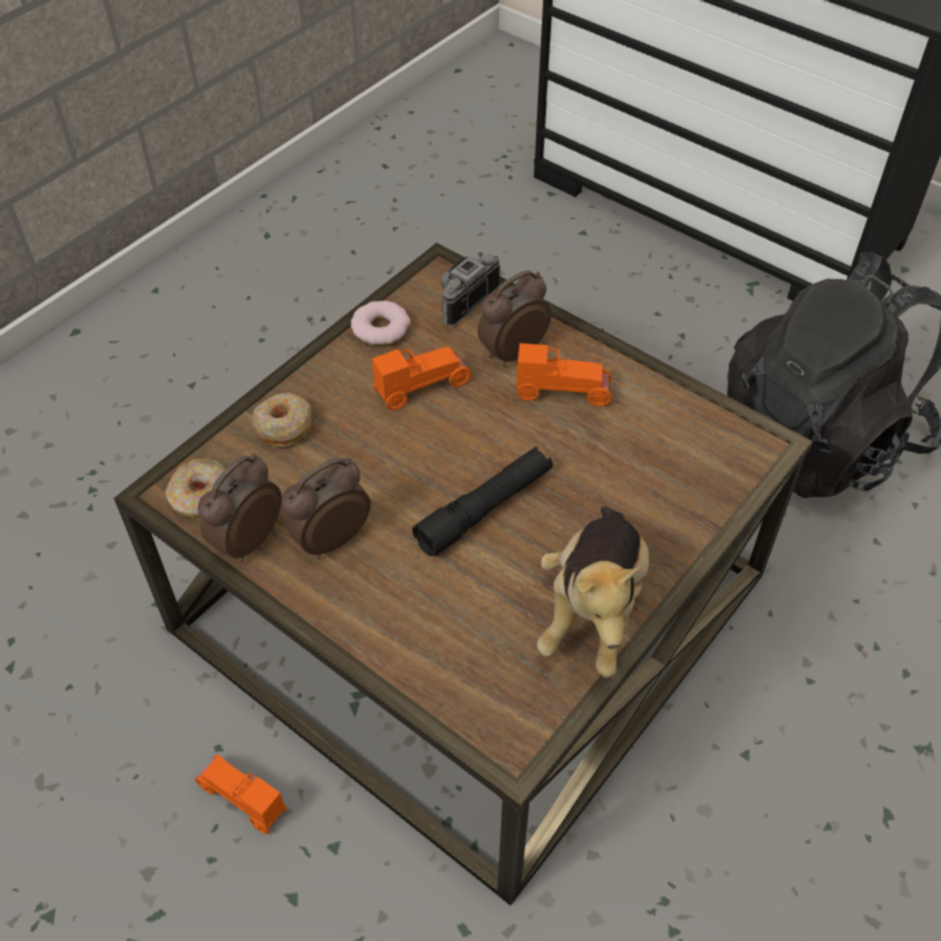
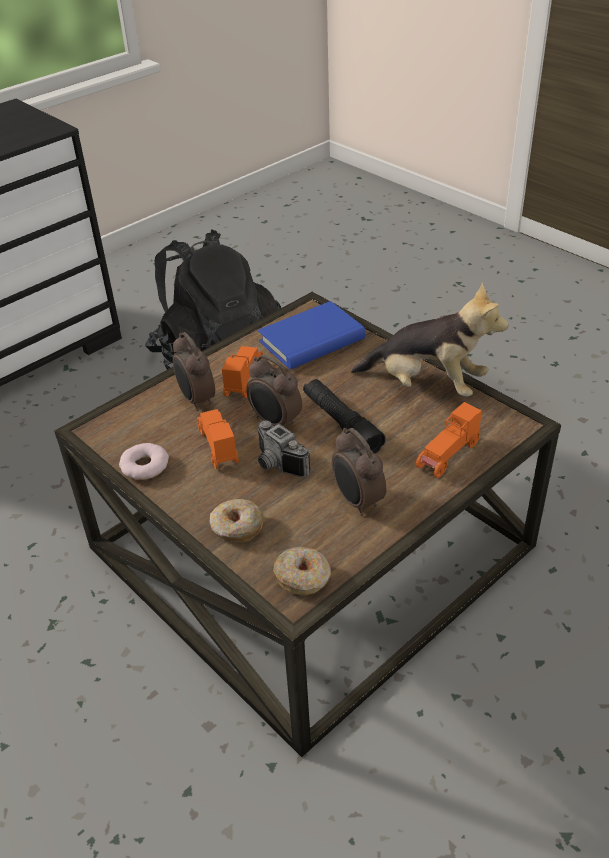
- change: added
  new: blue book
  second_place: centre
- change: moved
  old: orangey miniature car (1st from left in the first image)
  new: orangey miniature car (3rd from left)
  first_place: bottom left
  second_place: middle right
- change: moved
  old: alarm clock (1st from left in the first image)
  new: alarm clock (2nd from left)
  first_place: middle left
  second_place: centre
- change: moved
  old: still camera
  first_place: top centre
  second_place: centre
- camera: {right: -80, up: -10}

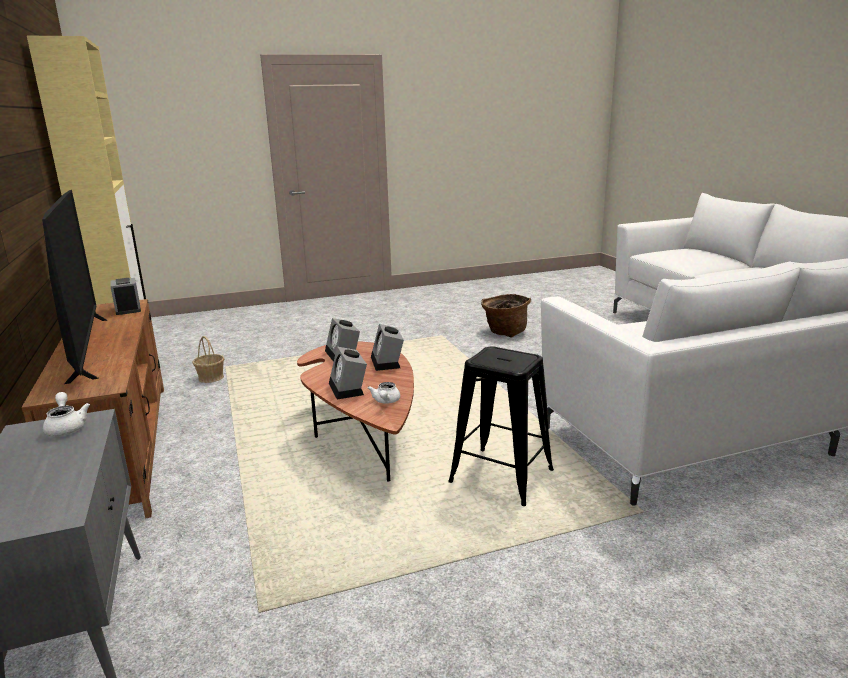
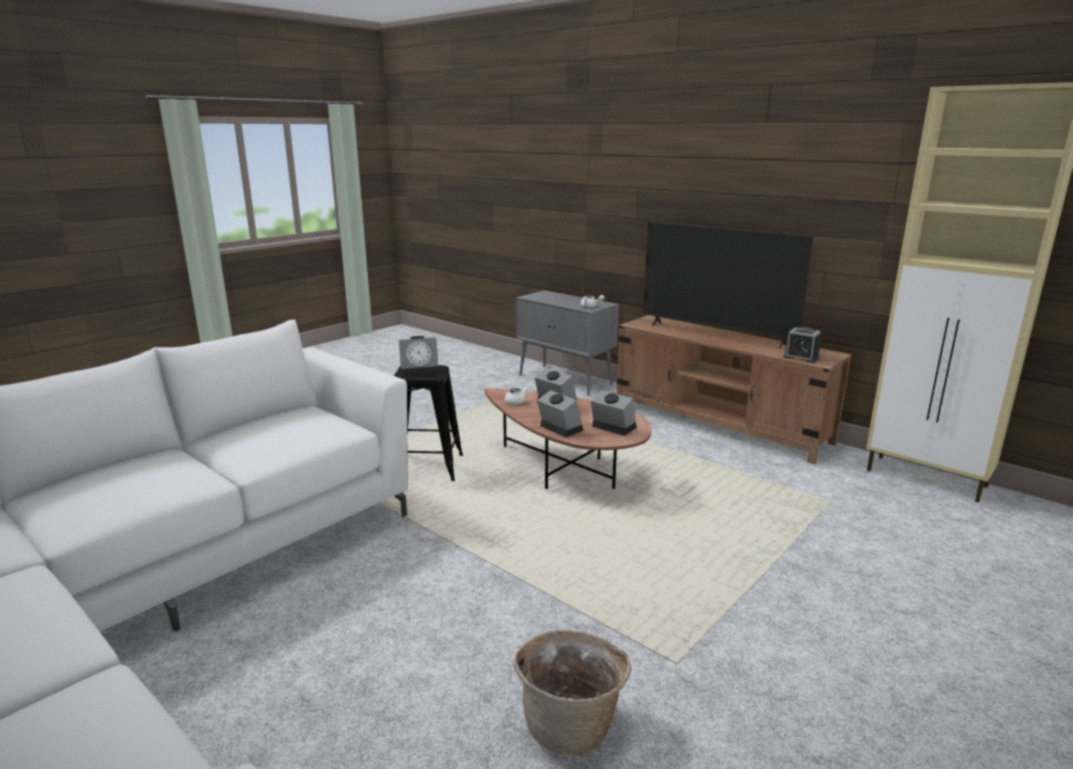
- change: removed
  old: household basket (1st from left)
  first_place: middle left
- change: added
  new: alarm clock (1st from left)
  second_place: centre
- camera: {right: 150, up: 0}

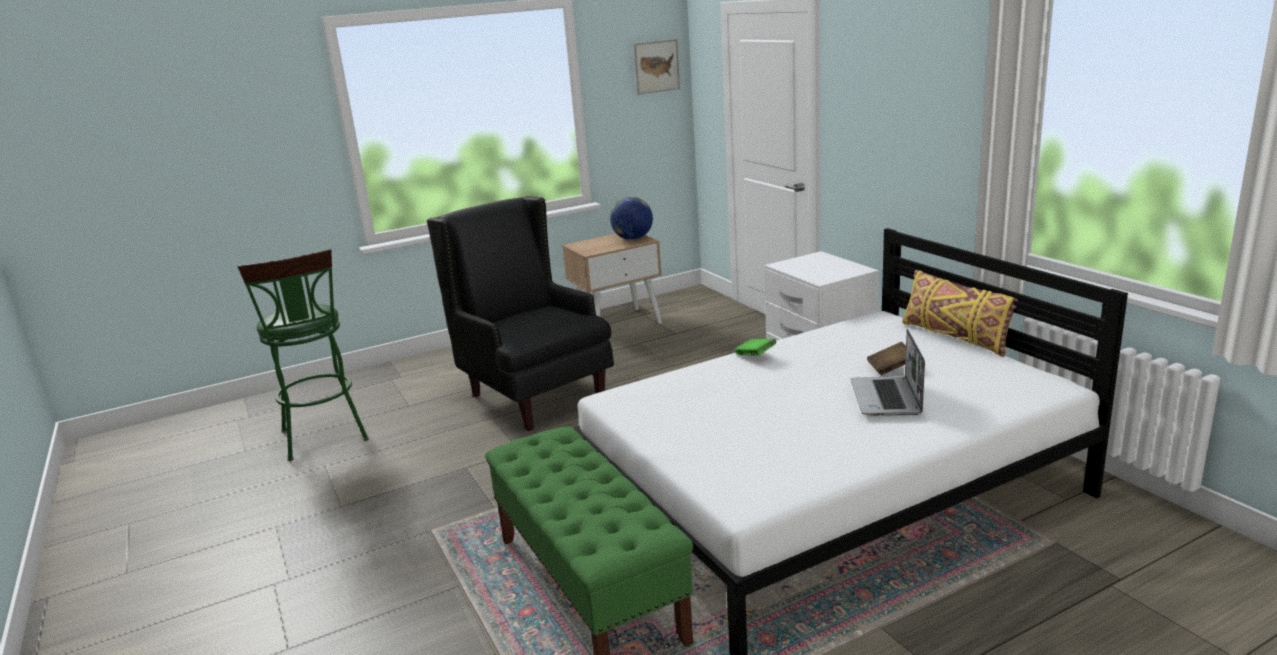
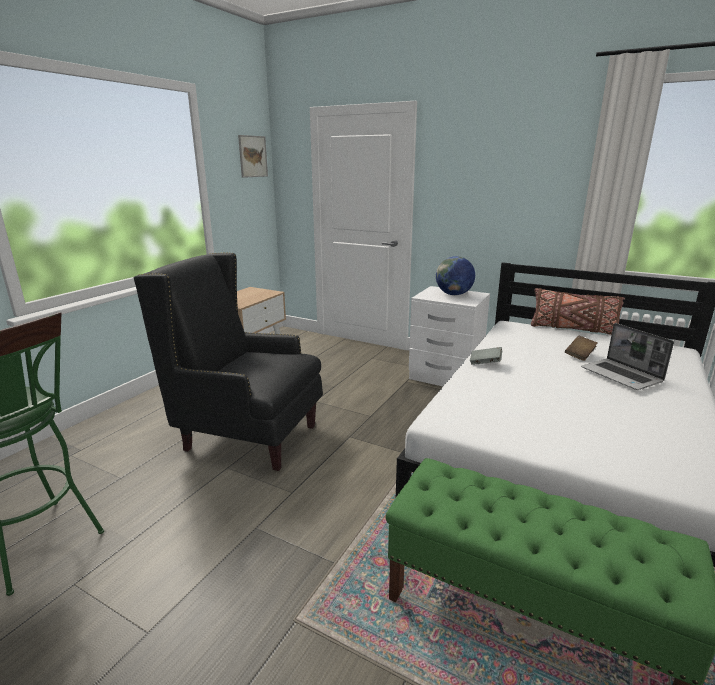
- change: moved
  old: desk globe
  first_place: top centre
  second_place: centre
- change: recoloured
  old: greenish book
  new: grey book
  first_place: centre
  second_place: middle right
- change: recoloured
  old: yellow-coloured throw pillow
  new: brown throw pillow
  first_place: middle right
  second_place: middle right
- camera: {right: -35, up: 0}

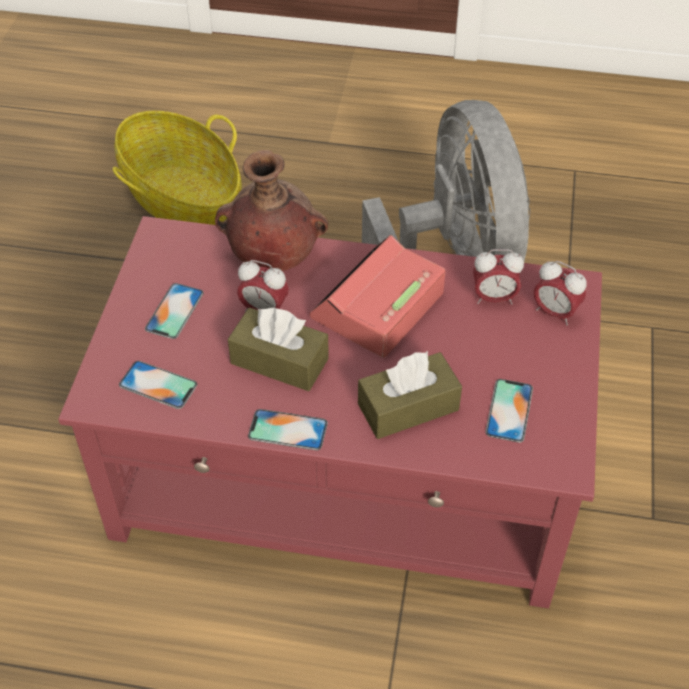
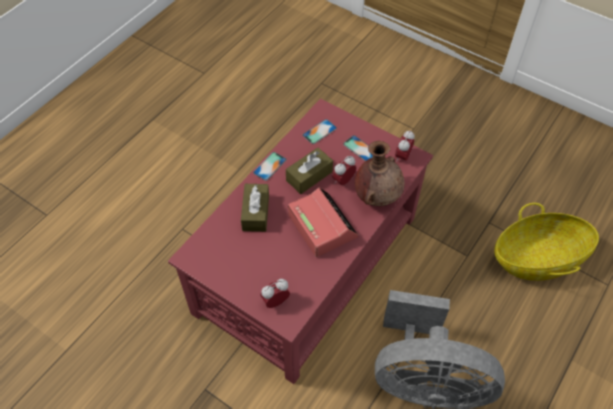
- change: removed
  old: phone (4th from left)
  first_place: middle right
- change: moved
  old: alarm clock (3rd from left in the first image)
  new: alarm clock (4th from left)
  first_place: middle right
  second_place: centre
- camera: {right: 115, up: 5}

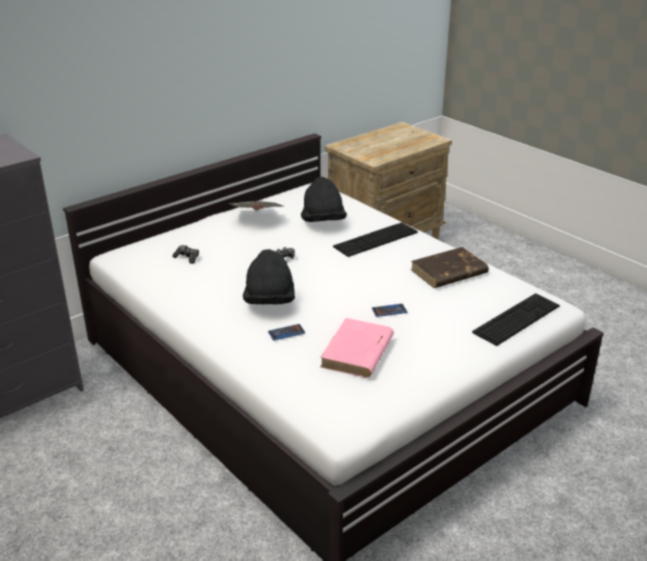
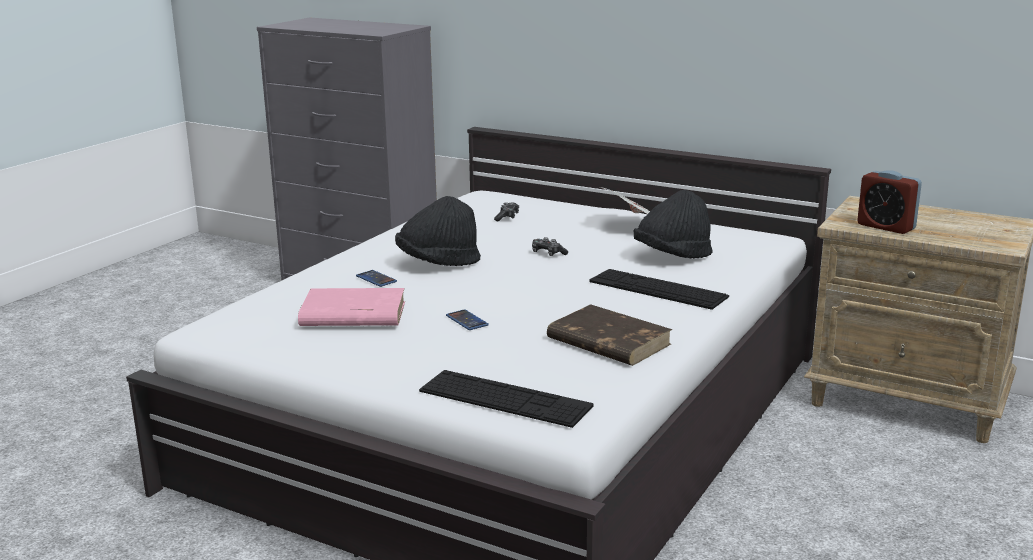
- change: added
  new: alarm clock
  second_place: middle right
- camera: {right: 70, up: -10}

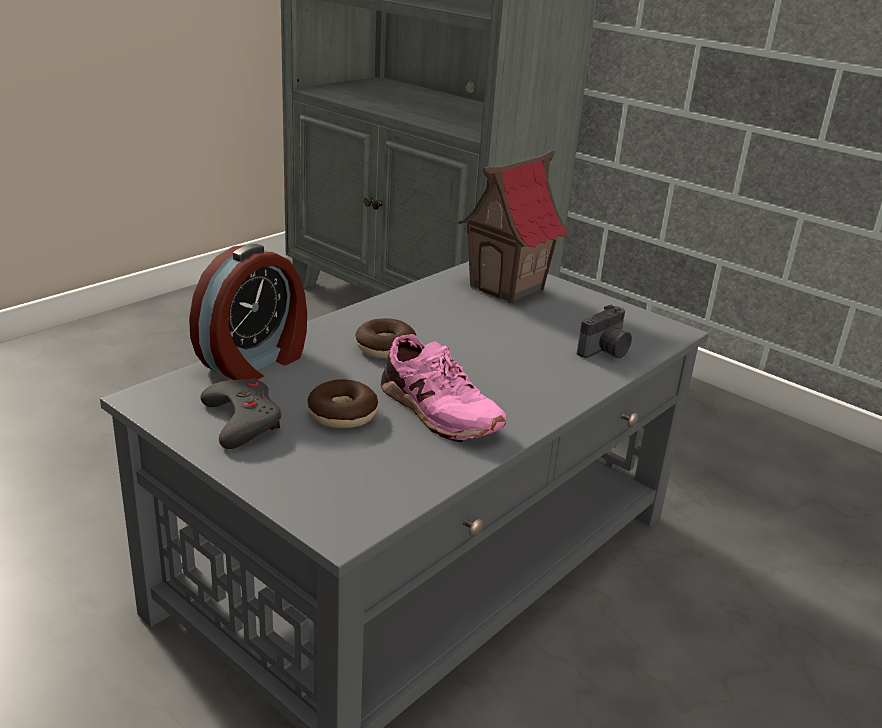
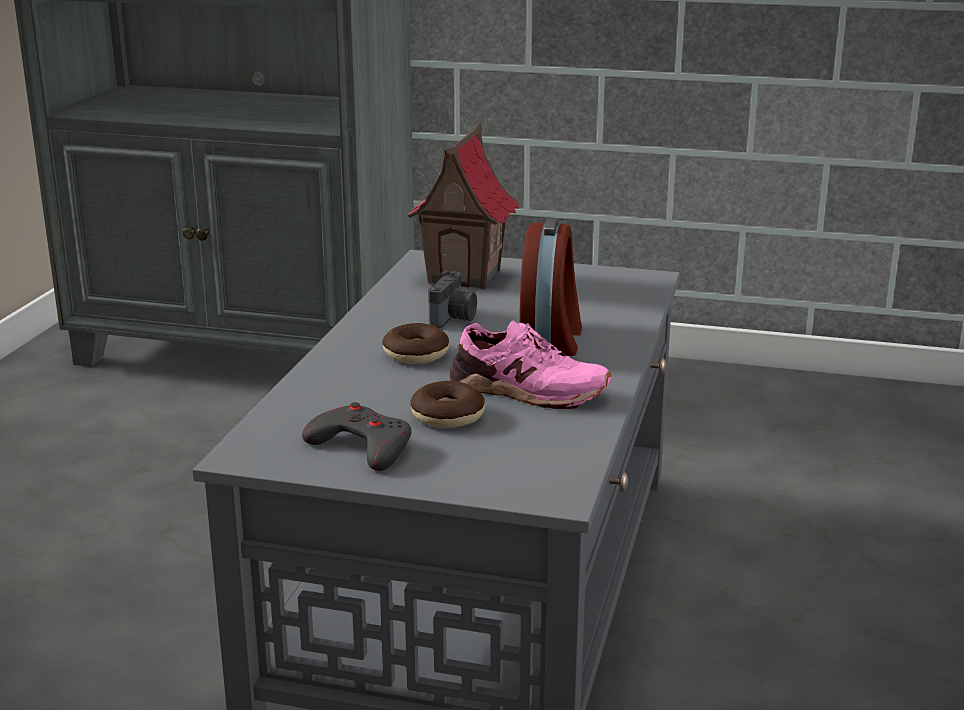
- change: moved
  old: alarm clock
  first_place: middle left
  second_place: centre
- change: moved
  old: still camera
  first_place: middle right
  second_place: centre
- camera: {right: -25, up: -5}

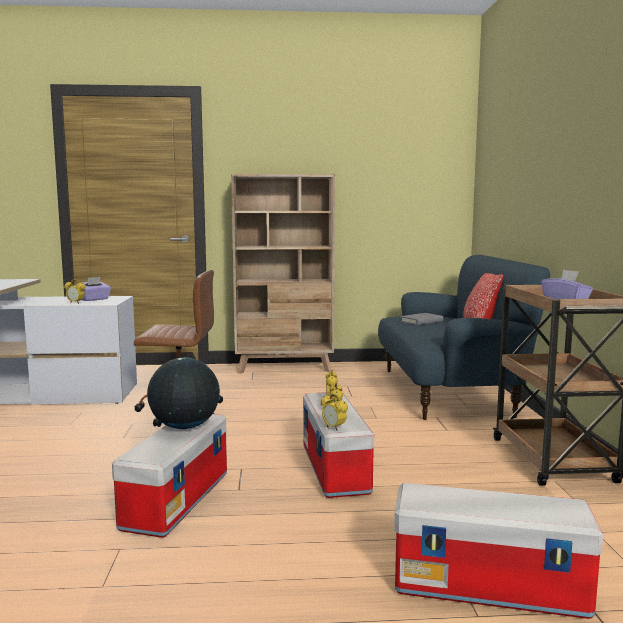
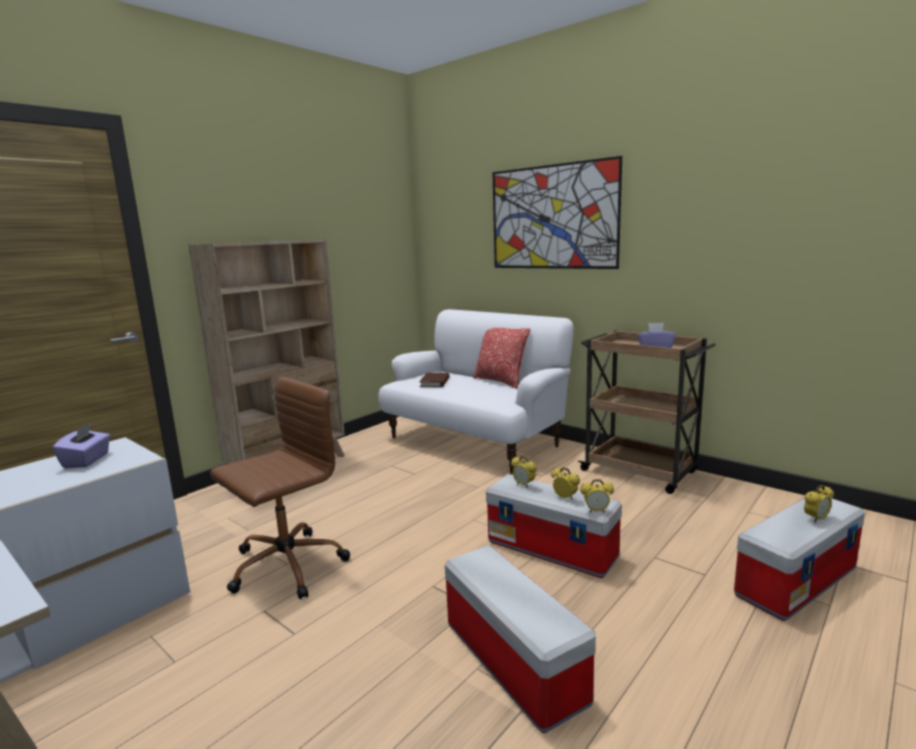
- change: removed
  old: desk globe
  first_place: middle left
- change: added
  new: wall art
  second_place: top centre
- change: moved
  old: alarm clock (1st from left in the first image)
  new: alarm clock (4th from left)
  first_place: middle left
  second_place: bottom right
- change: recoloured
  old: blue settee
  new: white-coloured settee
  first_place: middle right
  second_place: centre
- change: recoloured
  old: grey book
  new: brown book
  first_place: middle right
  second_place: centre
- camera: {right: -45, up: 5}

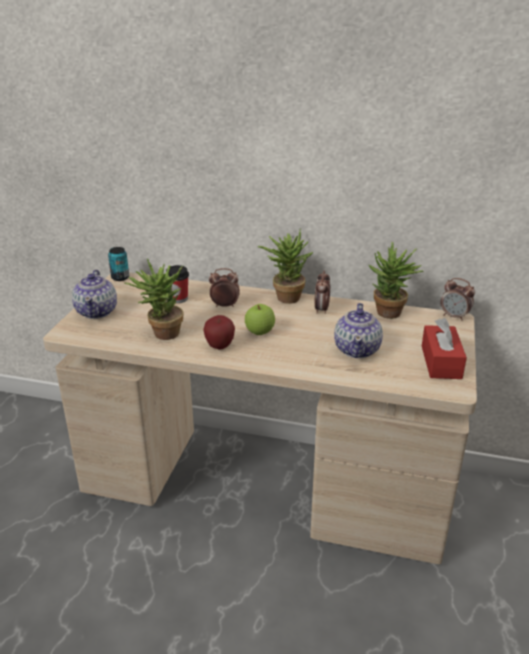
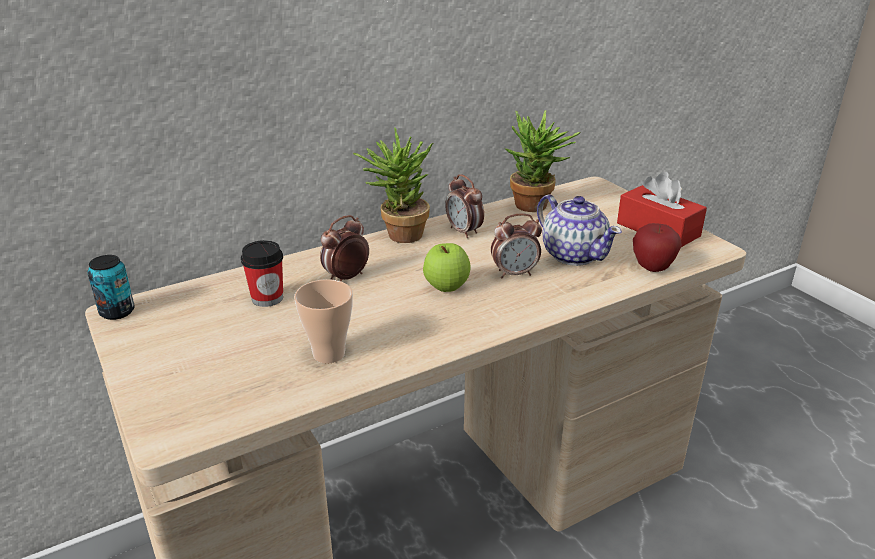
- change: removed
  old: pot for tea (1st from left)
  first_place: middle left
- change: moved
  old: apple fruit (1st from left in the first image)
  new: apple fruit (2nd from left)
  first_place: centre
  second_place: middle right
- change: moved
  old: alarm clock (3rd from left)
  first_place: middle right
  second_place: centre
- change: replaced
  old: potted plant (1st from left)
  new: cup (2nd from left)
  first_place: middle left
  second_place: centre
- camera: {right: -45, up: 0}

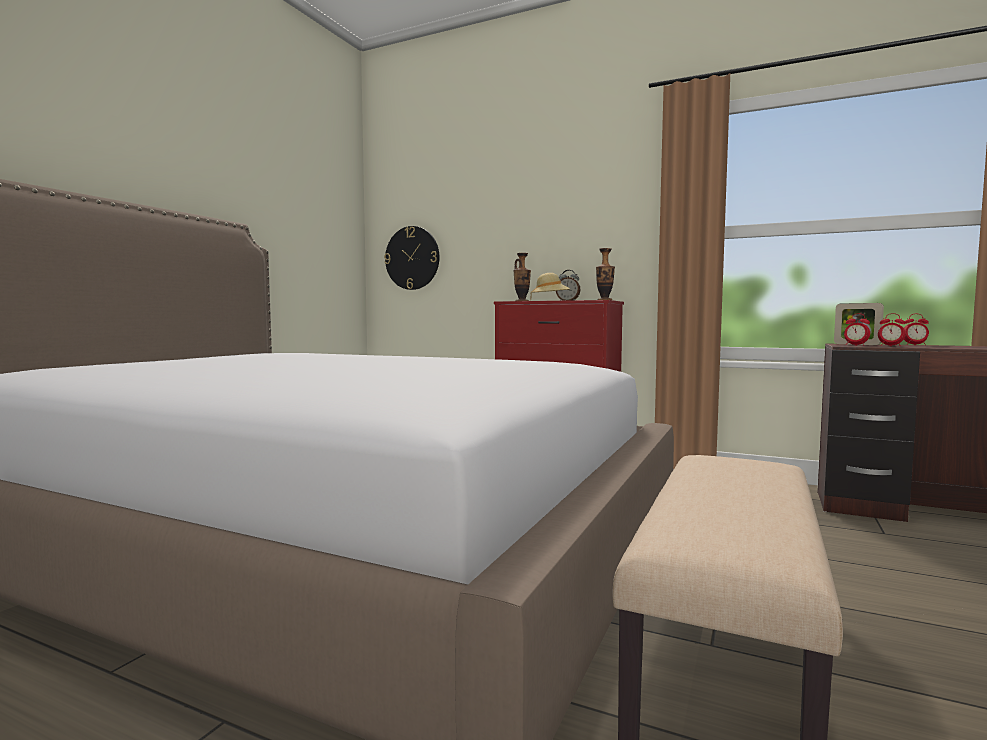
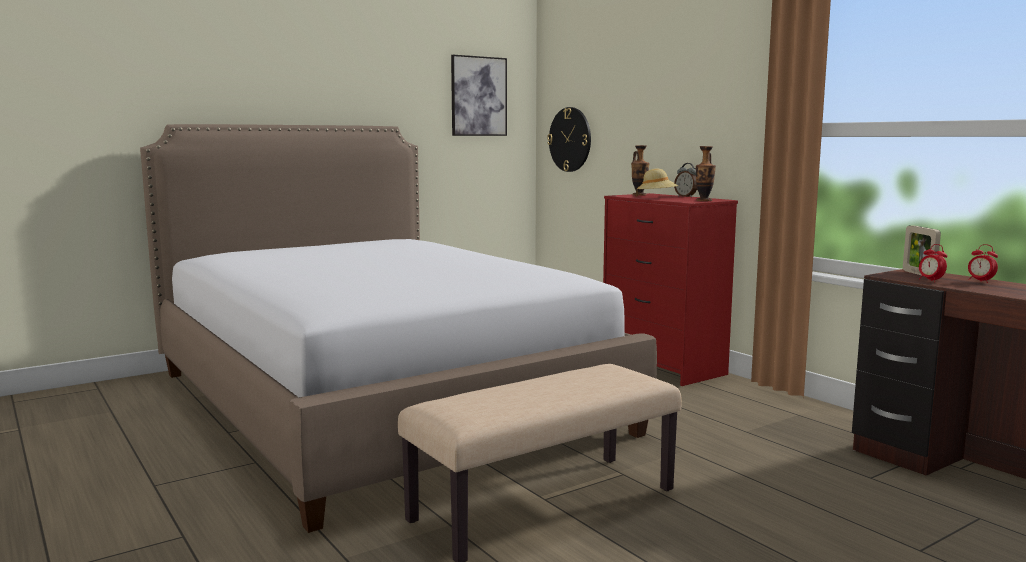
- change: removed
  old: alarm clock (2nd from left)
  first_place: middle right
- change: added
  new: wall art
  second_place: top centre
- camera: {right: 30, up: 5}

